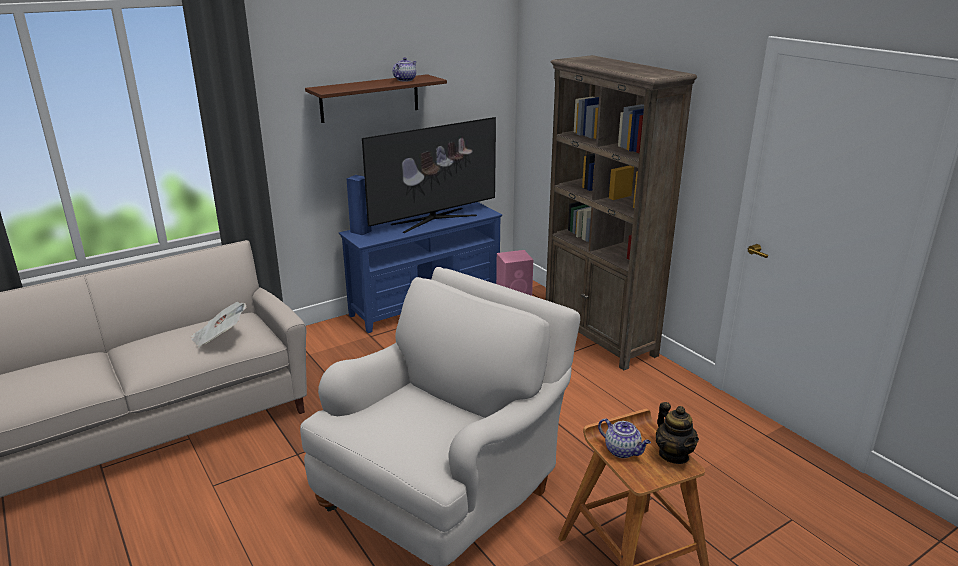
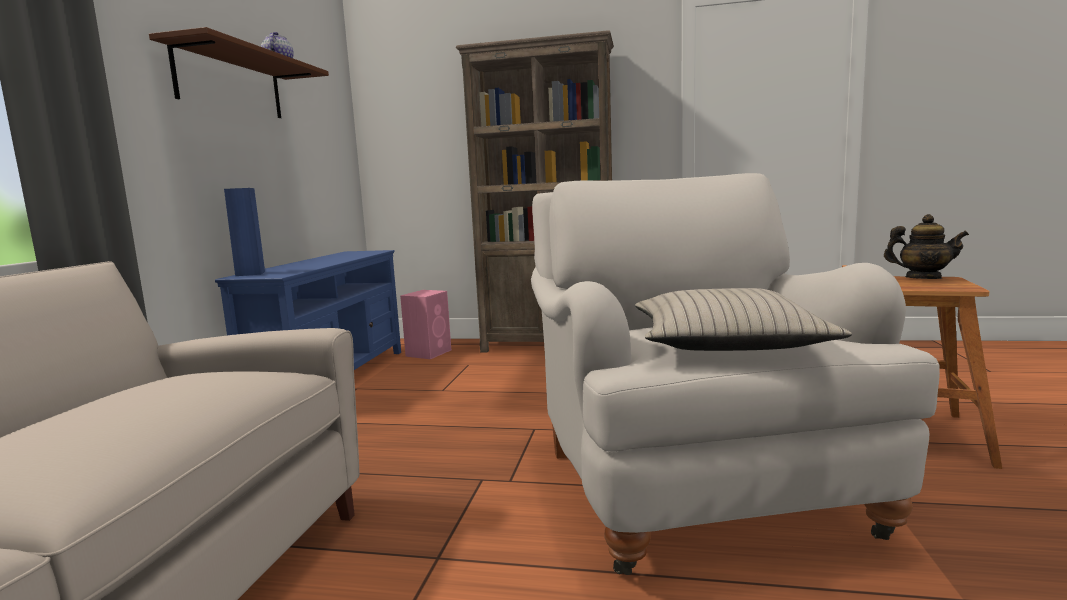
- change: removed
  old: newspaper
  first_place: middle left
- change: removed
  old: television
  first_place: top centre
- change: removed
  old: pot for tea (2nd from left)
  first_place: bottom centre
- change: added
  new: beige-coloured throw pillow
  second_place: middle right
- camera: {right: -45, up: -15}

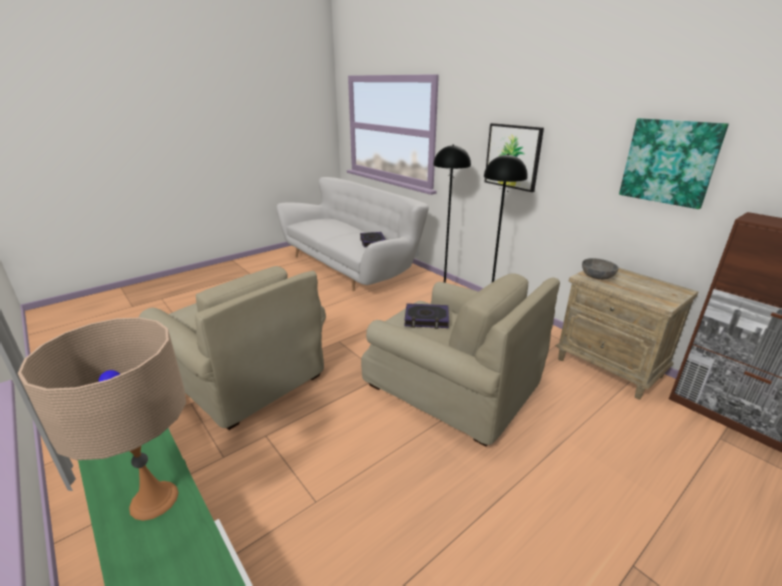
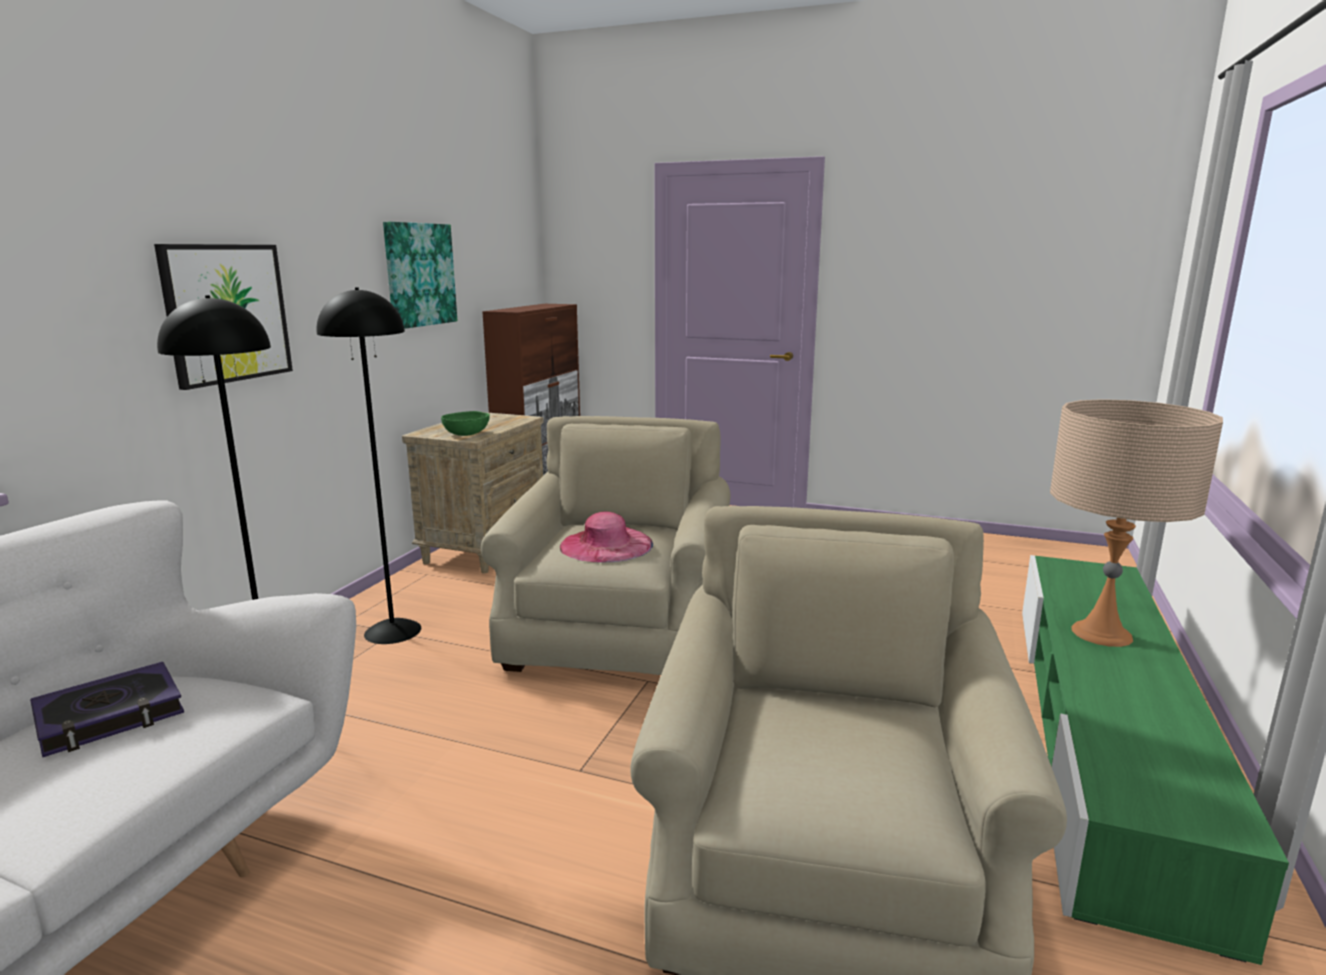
- change: replaced
  old: book (2nd from left)
  new: pink-coloured wearable hat
  first_place: centre
  second_place: centre
- change: recoloured
  old: grey bowl
  new: greenish bowl
  first_place: middle right
  second_place: centre
- camera: {right: -120, up: -10}

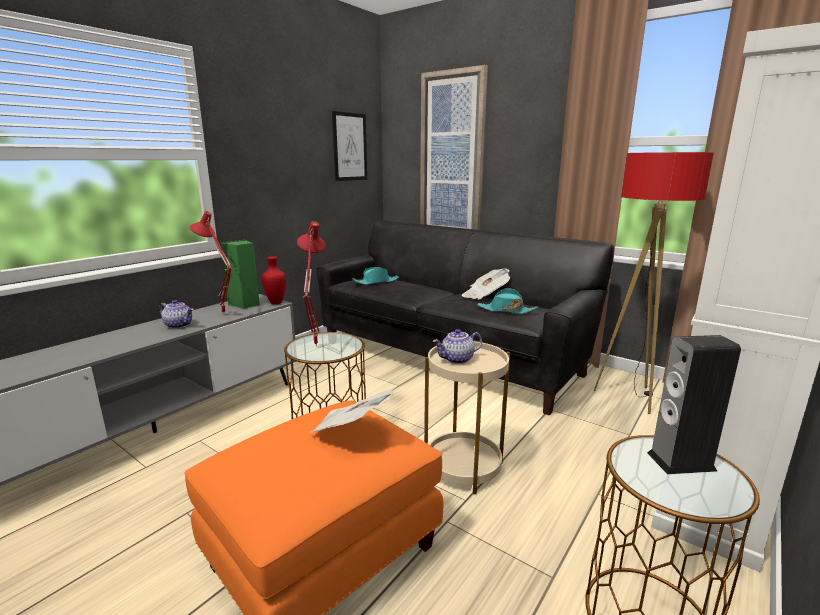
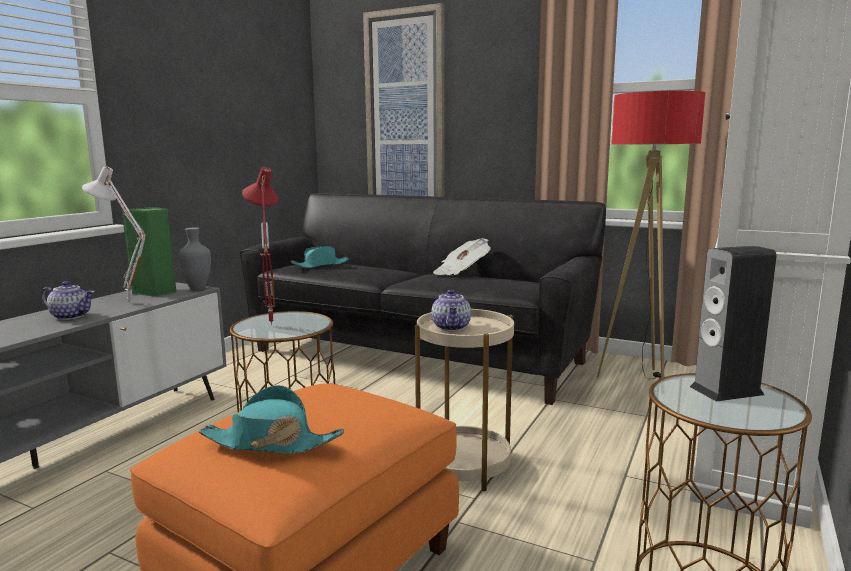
- change: removed
  old: newspaper (1st from left)
  first_place: bottom centre
- change: removed
  old: wall art (1st from left)
  first_place: top centre
- change: moved
  old: blue-green wearable hat (2nd from left in the first image)
  new: blue-green wearable hat (1st from left)
  first_place: centre
  second_place: bottom left
- change: recoloured
  old: red lamp for a table (1st from left)
  new: white-coloured lamp for a table
  first_place: middle left
  second_place: middle left
- change: recoloured
  old: red flower vase
  new: grey flower vase
  first_place: centre
  second_place: middle left
- change: turned
  old: pot for tea (2nd from left)
  first_place: centre
  second_place: centre
  degrees: -60
- camera: {right: -10, up: -5}

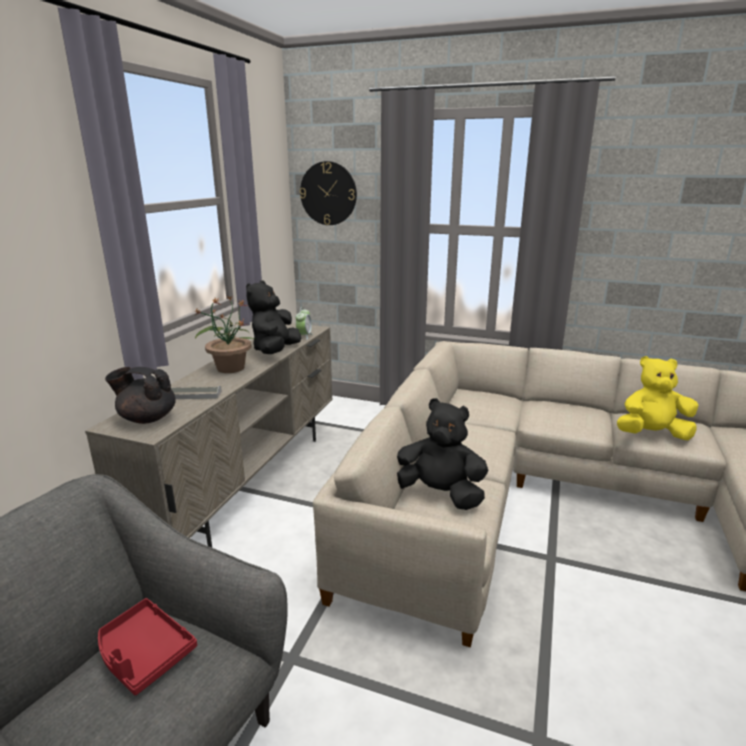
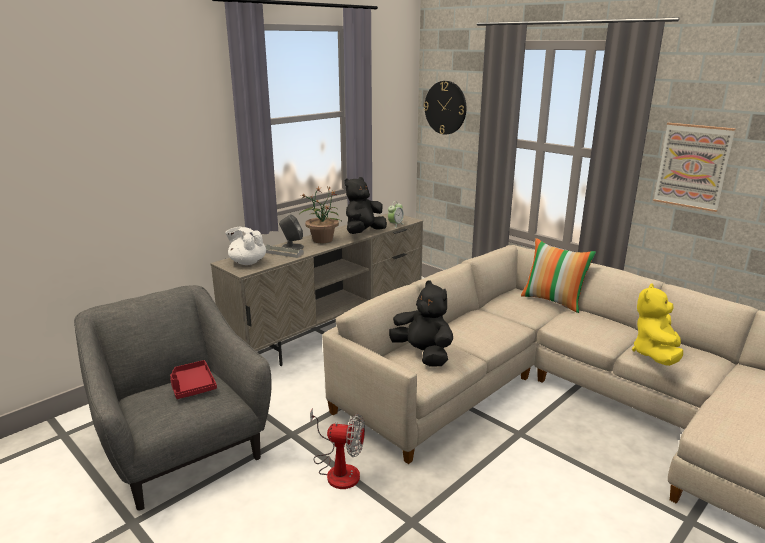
- change: added
  new: grey speaker
  second_place: centre
- change: added
  new: cooling fan
  second_place: bottom centre
- change: added
  new: throw pillow
  second_place: middle right
- change: added
  new: wall art
  second_place: top right
- change: recoloured
  old: black-coloured pot for tea
  new: white-coloured pot for tea
  first_place: middle left
  second_place: middle left
- change: turned
  old: yellow-coloured soft toy
  first_place: middle right
  second_place: middle right
  degrees: -90
- camera: {right: 25, up: 0}

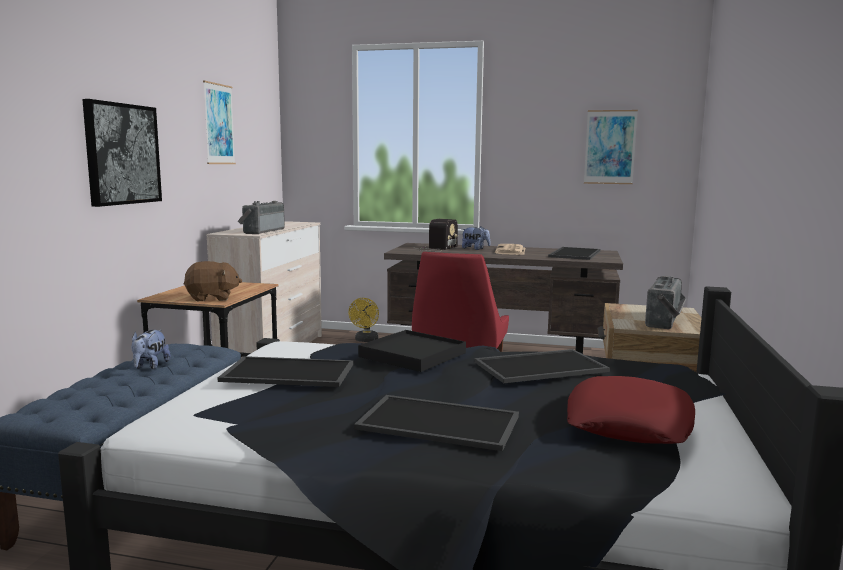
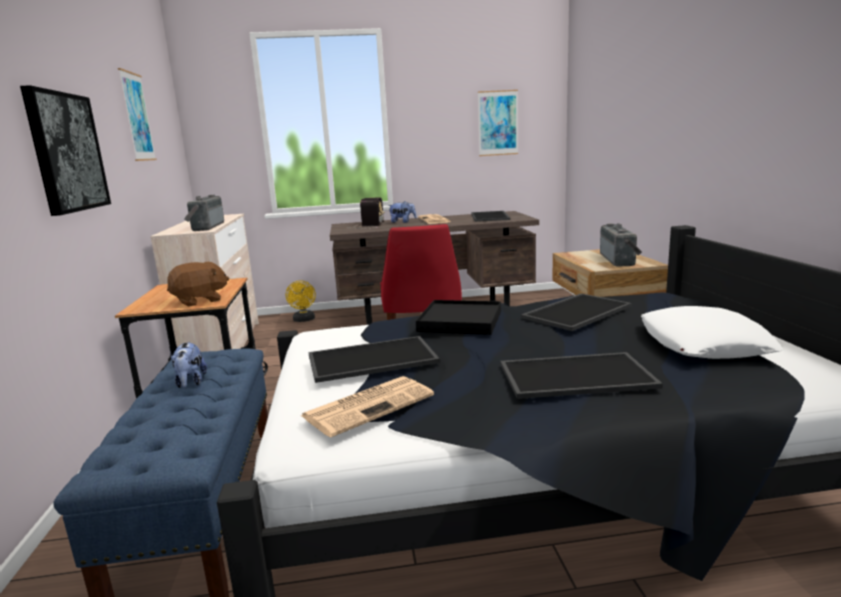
- change: added
  new: newspaper (1st from left)
  second_place: bottom centre
- change: recoloured
  old: red throw pillow
  new: white-coloured throw pillow
  first_place: bottom right
  second_place: middle right
- camera: {right: -20, up: 5}

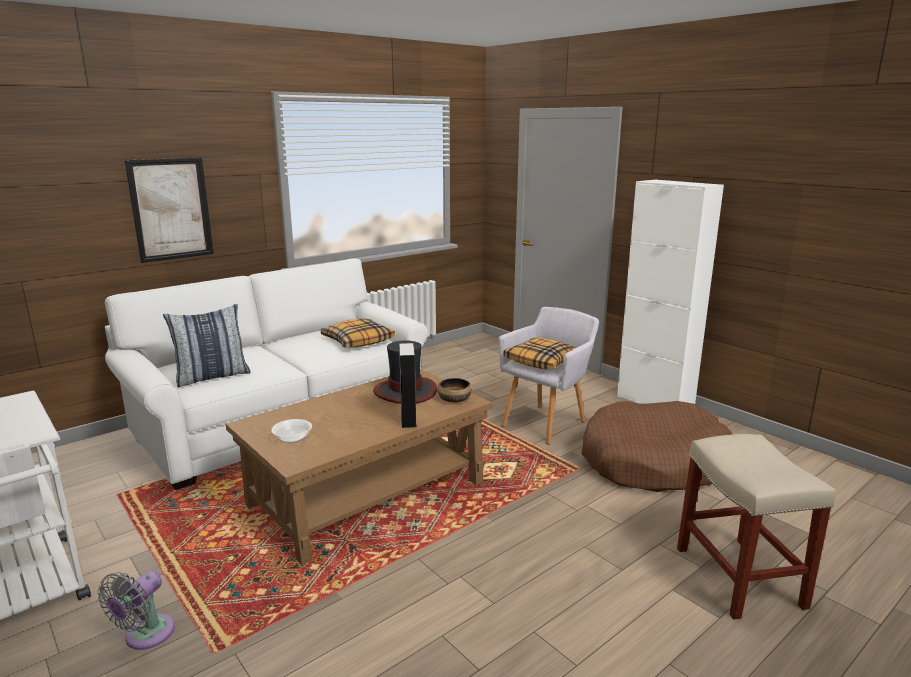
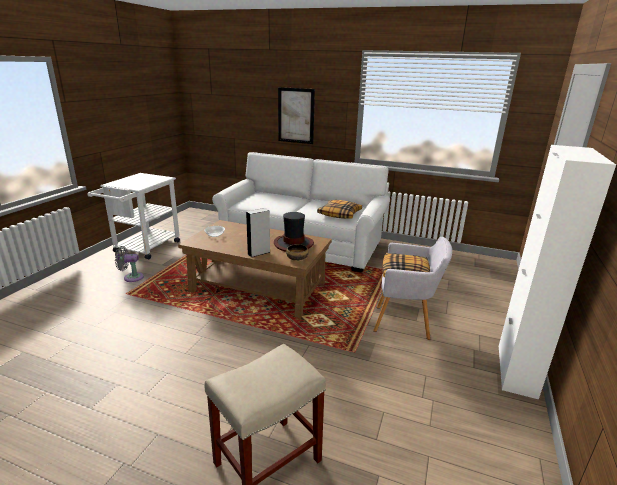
- change: removed
  old: throw pillow (1st from left)
  first_place: middle left
- change: removed
  old: brown dog bed
  first_place: middle right
- camera: {right: 60, up: 5}

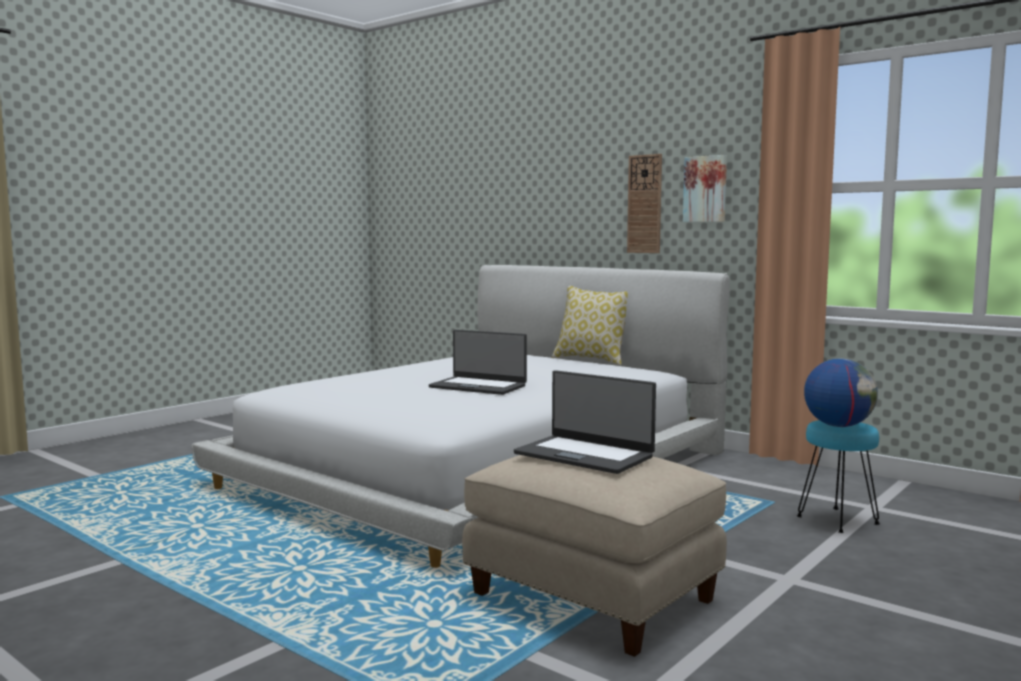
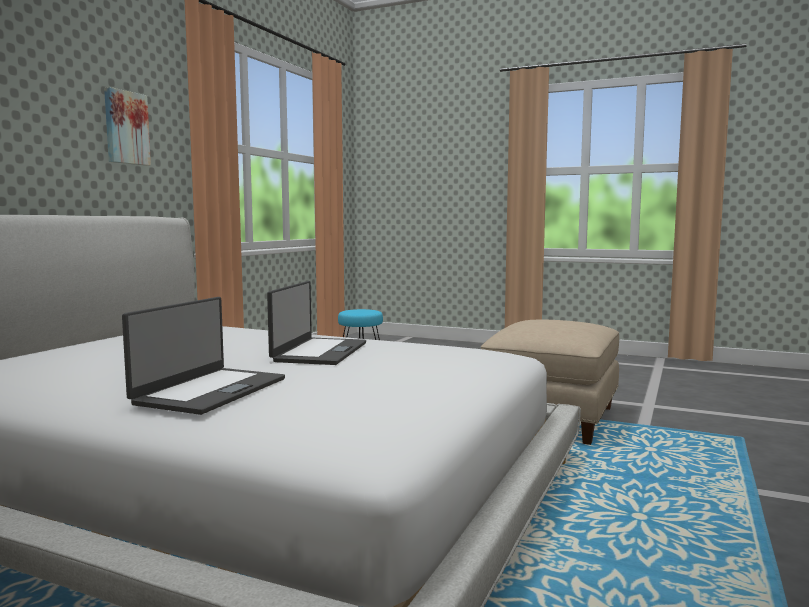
- change: removed
  old: throw pillow
  first_place: centre
- change: removed
  old: clock on the wall
  first_place: top centre
- change: removed
  old: desk globe
  first_place: middle right
- change: moved
  old: notebook computer (2nd from left in the first image)
  new: notebook computer (1st from left)
  first_place: centre
  second_place: middle left
- camera: {right: -105, up: 0}

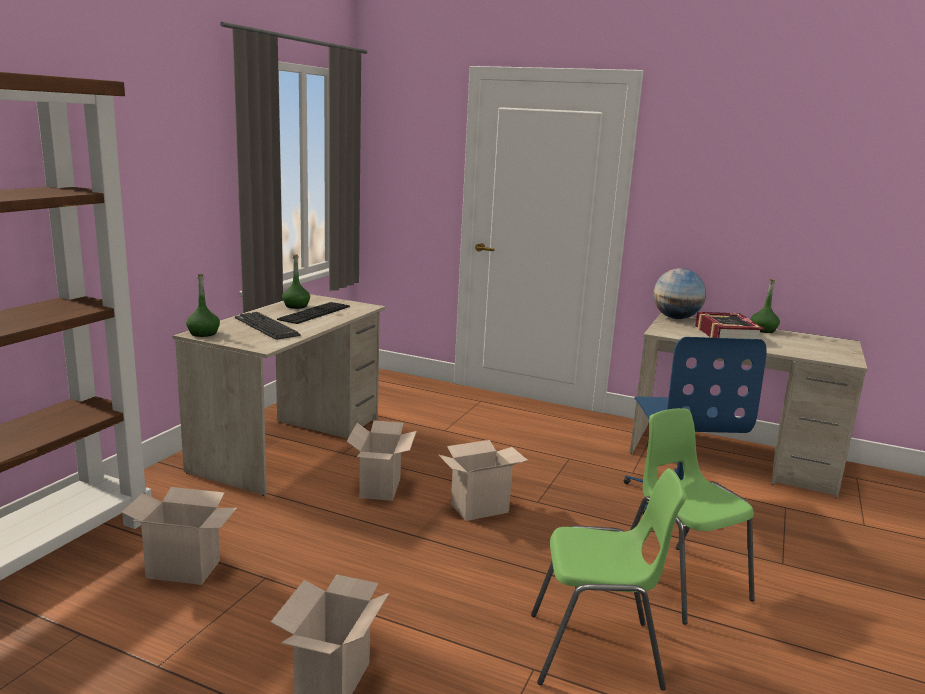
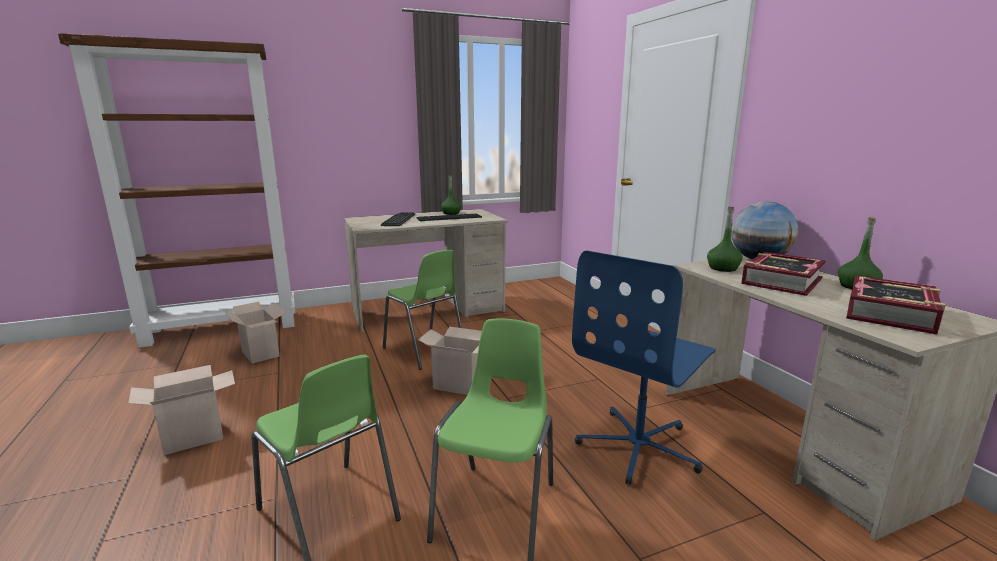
- change: added
  new: book (2nd from left)
  second_place: middle right
- change: moved
  old: greenish drink bottle (1st from left in the first image)
  new: greenish drink bottle (2nd from left)
  first_place: middle left
  second_place: middle right
- change: replaced
  old: cardboard box (3rd from left)
  new: greenish upright chair (2nd from left)
  first_place: centre
  second_place: centre
- camera: {right: 45, up: 0}

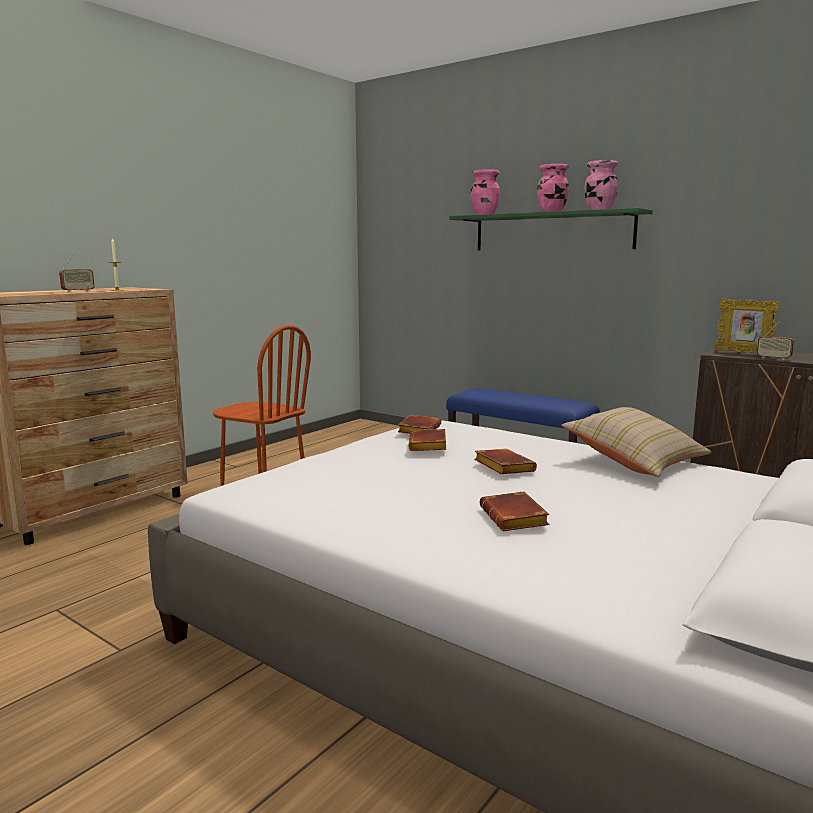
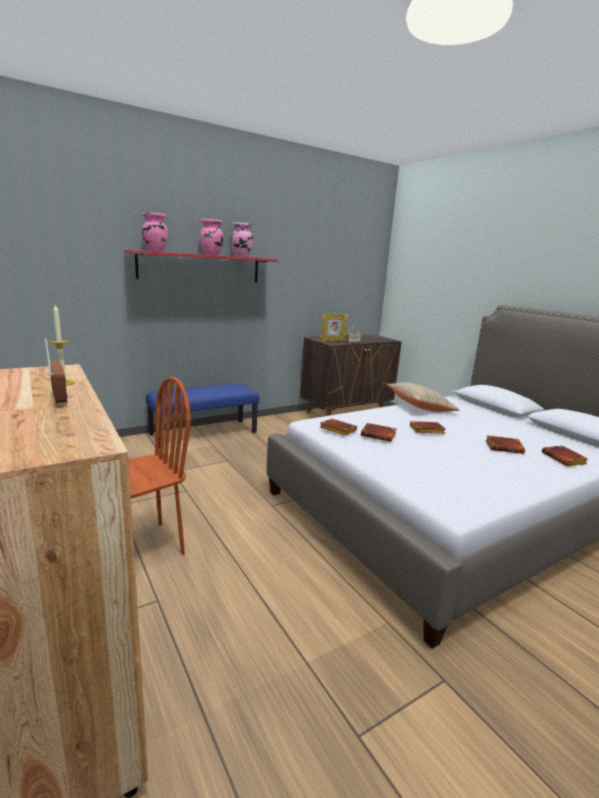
- change: added
  new: brown book (5th from left)
  second_place: middle right
- change: recoloured
  old: greenish shelf
  new: red shelf
  first_place: top right
  second_place: centre
- camera: {right: -70, up: 5}

